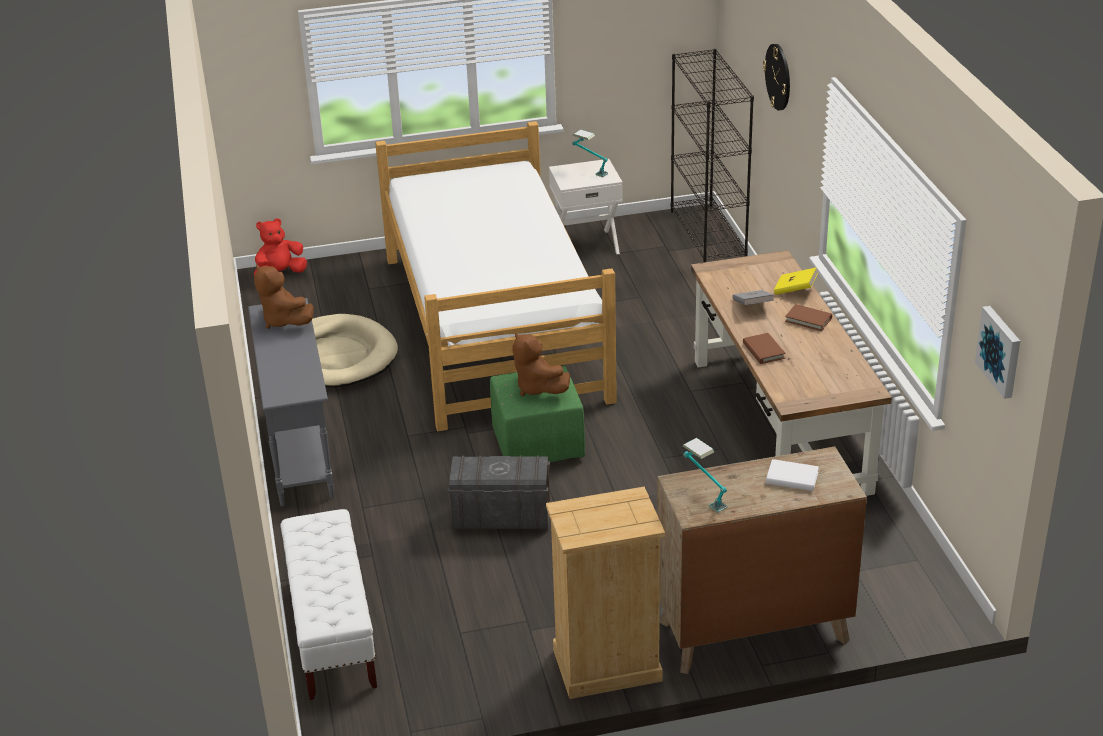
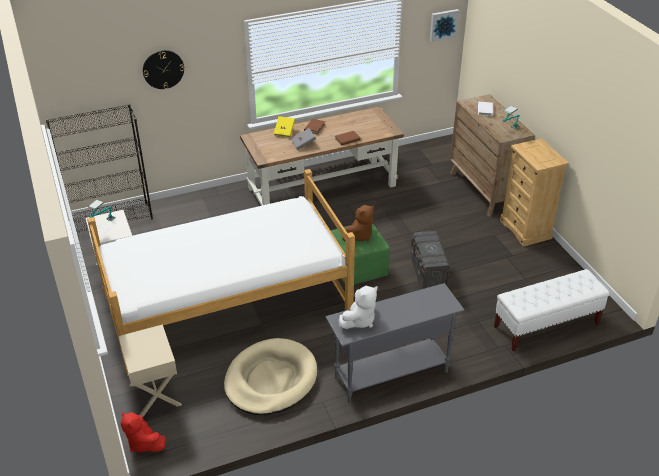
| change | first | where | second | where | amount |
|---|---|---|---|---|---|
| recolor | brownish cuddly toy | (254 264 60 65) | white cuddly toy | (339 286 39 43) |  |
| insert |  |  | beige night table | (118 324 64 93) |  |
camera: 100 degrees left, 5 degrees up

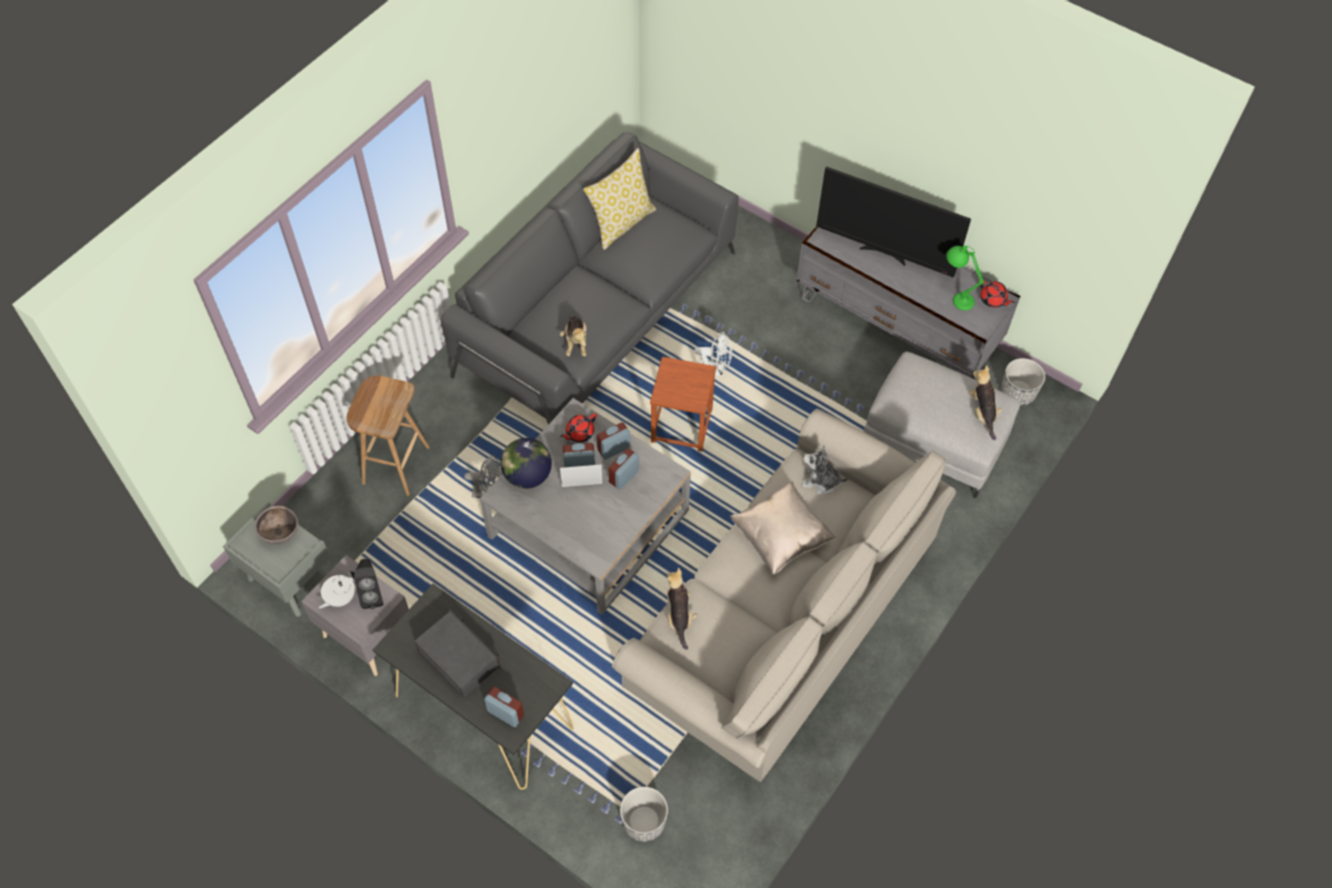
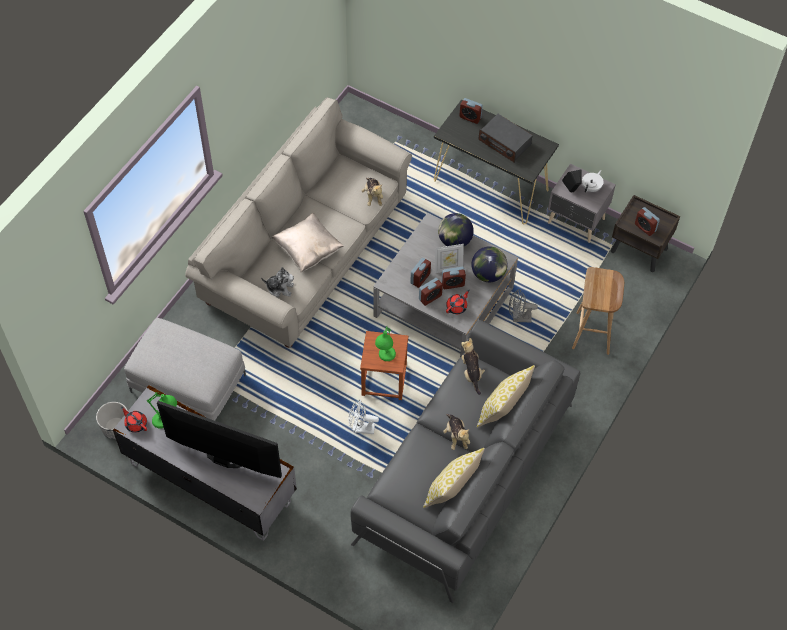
| change | first | where | second | where | amount |
|---|---|---|---|---|---|
| move | cuddly toy | (970 365 32 75) |  | (443 414 27 36) |  |
| recolor | grey night table | (223 502 107 115) | brownish night table | (611 195 69 77) |  |
| replace | brownish serving bowl | (254 506 44 39) | alarm clock | (635 207 25 29) |  |
| delete | plant pot | (620 787 48 55) |  |  |  |
| insert |  |  | globe | (438 213 36 33) |  |
| insert |  |  | green-coloured table lamp | (375 326 21 35) |  |
| insert |  |  | throw pillow | (477 365 58 63) |  |
camera: 175 degrees right, 0 degrees up

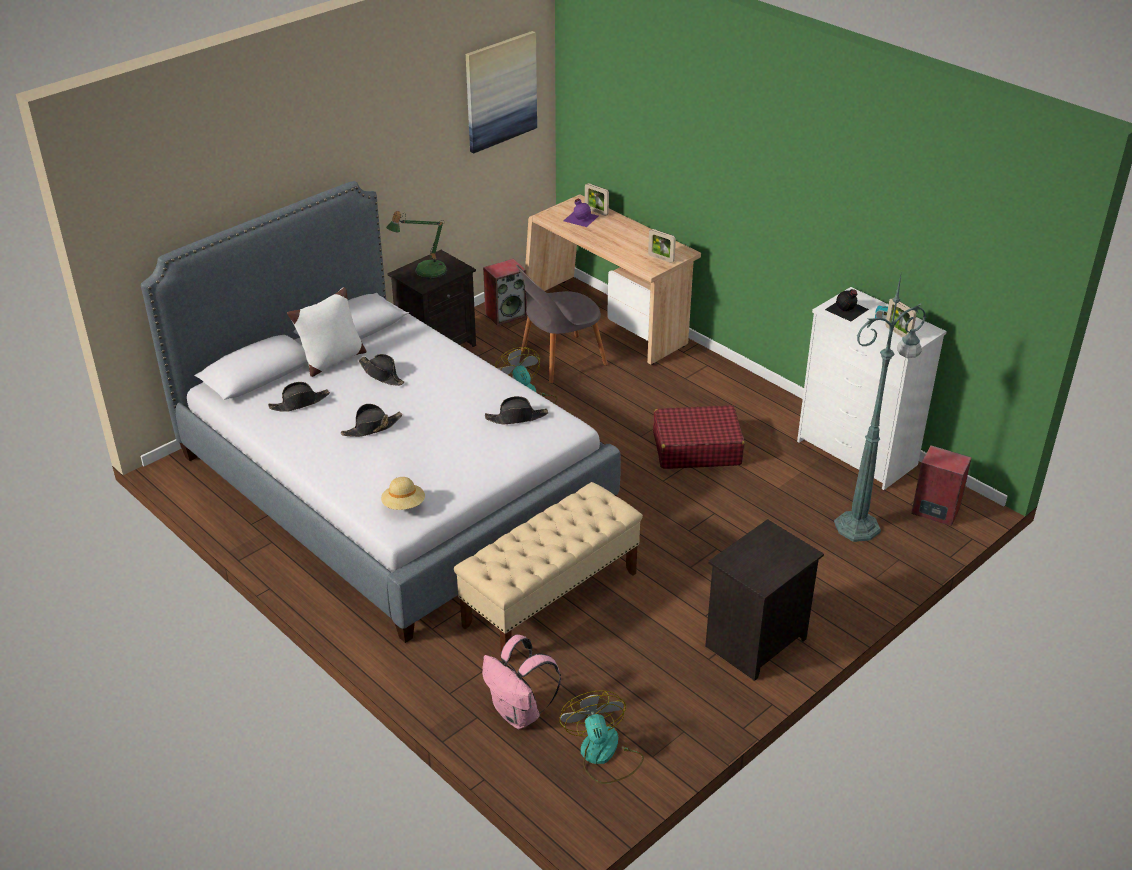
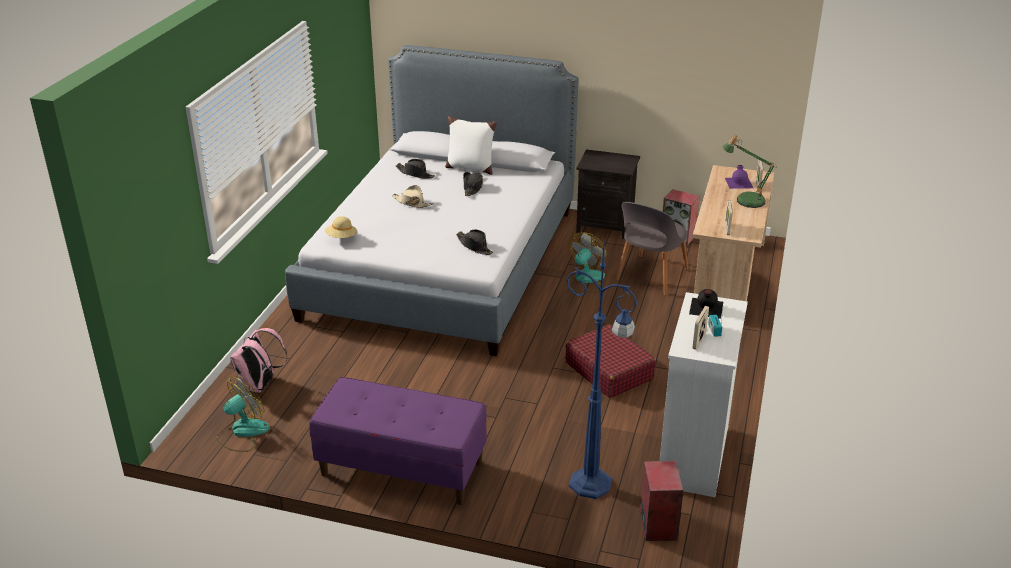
| change | first | where | second | where | amount |
|---|---|---|---|---|---|
| delete | wall picture | (466 31 71 122) |  |  |  |
| move | table lamp | (386 211 61 68) |  | (722 135 55 73) |  |
| rotate | grey plain chair | (516 265 92 118) |  | (615 202 73 94) | 90 degrees counterclockwise |
| recolor | green-coloured floor lamp | (834 270 93 272) | blue floor lamp | (567 236 71 263) |  |
| recolor | black-coloured wearable hat | (341 404 61 33) | beige wearable hat | (392 185 41 23) |  |
| delete | beige indoor bench | (454 482 189 179) |  |  |  |
| replace | black-coloured night table | (705 519 119 162) | purple indoor bench | (309 377 177 128) |  |
camera: 60 degrees right, 5 degrees down

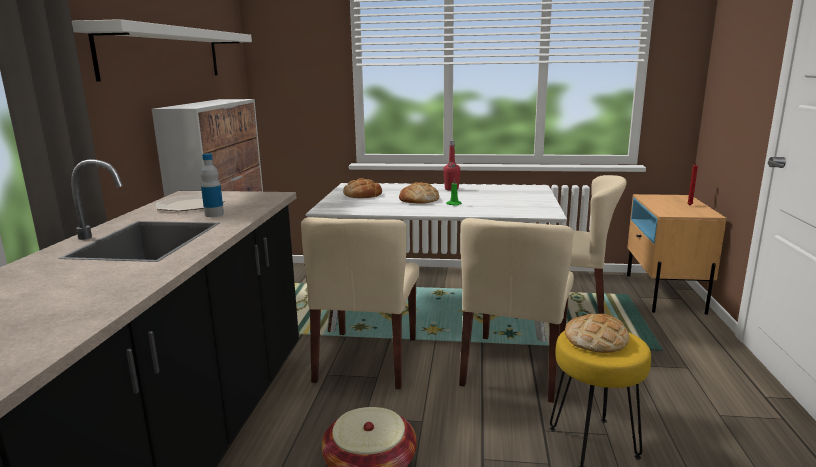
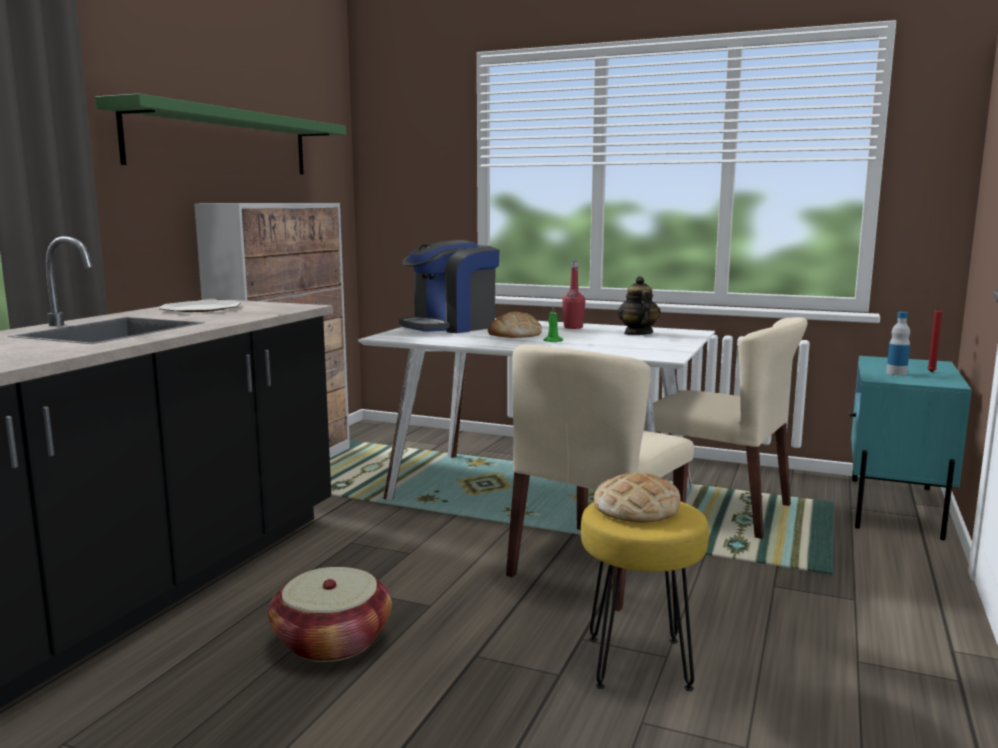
| change | first | where | second | where | amount |
|---|---|---|---|---|---|
| recolor | white wall shelf | (72 19 180 62) | green-coloured wall shelf | (95 93 251 82) |  |
| move | drink bottle | (201 153 23 64) |  | (886 312 24 64) |  |
| replace | baked bread | (343 178 39 20) | coffee maker | (399 240 101 93) |  |
| recolor | beige night table | (627 194 100 121) | turquoise night table | (849 356 123 184) |  |
| delete | beige plain chair | (301 217 118 172) |  |  |  |
| insert |  |  | teapot | (617 276 44 59) |  |
camera: 15 degrees right, 5 degrees down

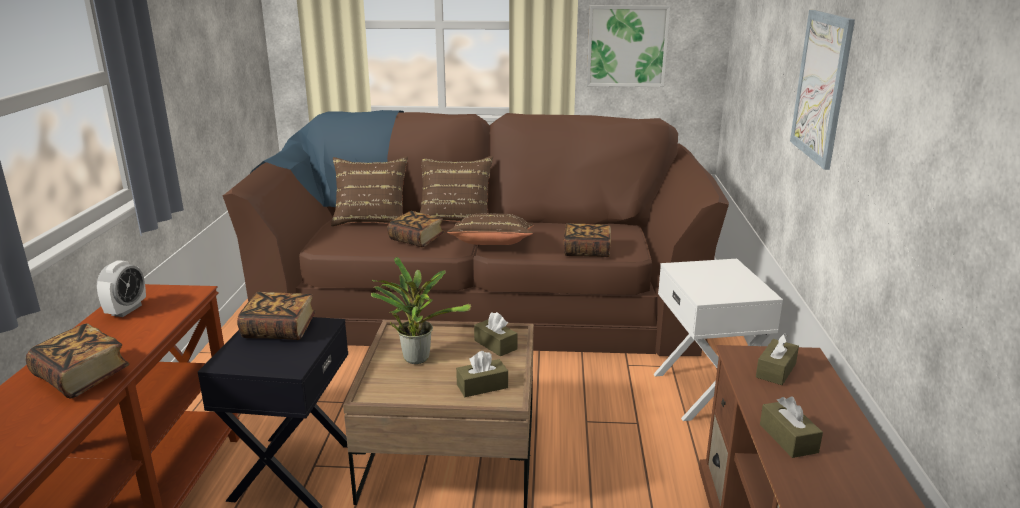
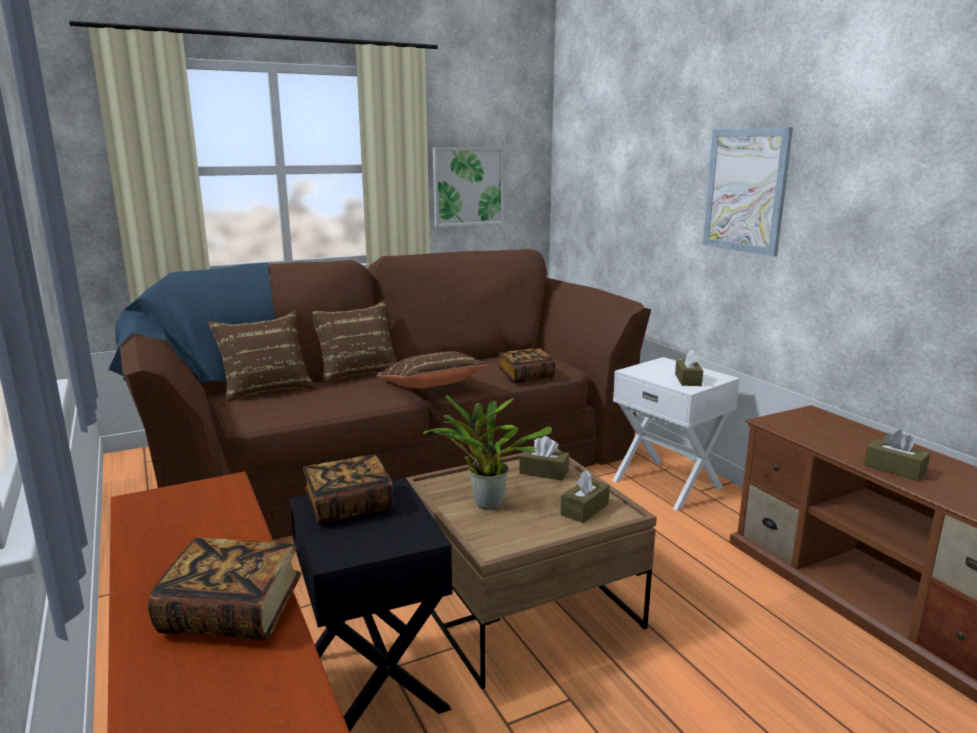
| change | first | where | second | where | amount |
|---|---|---|---|---|---|
| delete | book | (387 211 58 36) |  |  |  |
| delete | alarm clock | (97 261 49 56) |  |  |  |
| move | brownish box of tissues | (756 333 43 52) |  | (675 350 28 36) |  |
camera: 30 degrees left, 5 degrees down

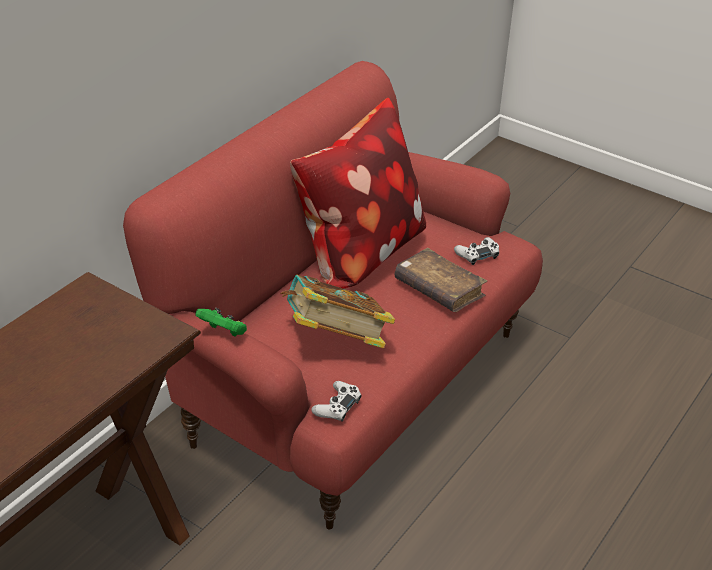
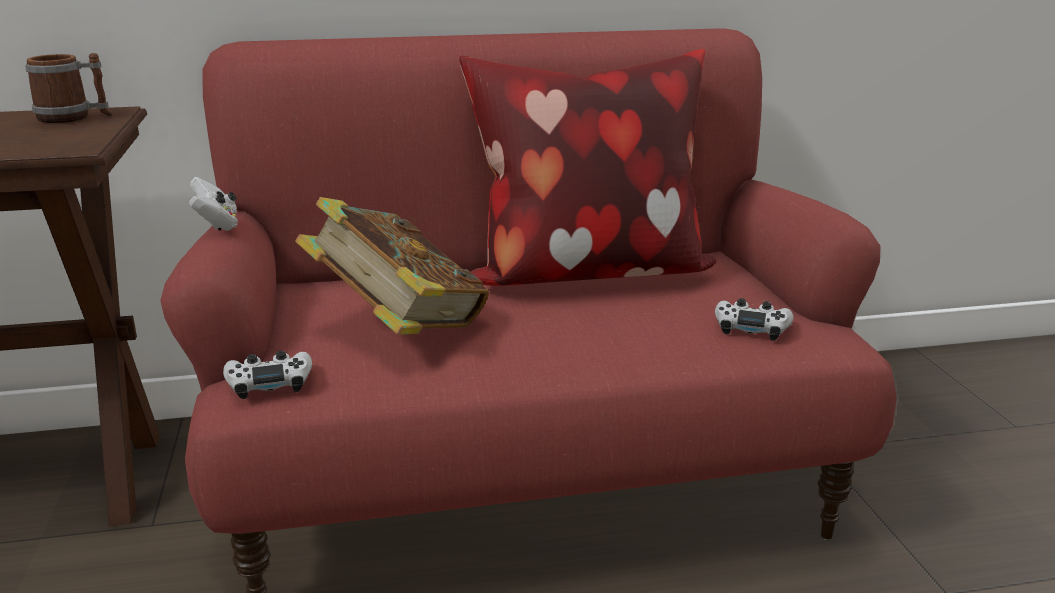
| change | first | where | second | where | amount |
|---|---|---|---|---|---|
| delete | brownish book | (394 248 93 64) |  |  |  |
| recolor | green-coloured gamepad | (195 308 52 29) | white gamepad | (188 177 50 54) |  |
| insert |  |  | mug | (25 53 87 70) |  |
camera: 45 degrees right, 15 degrees down

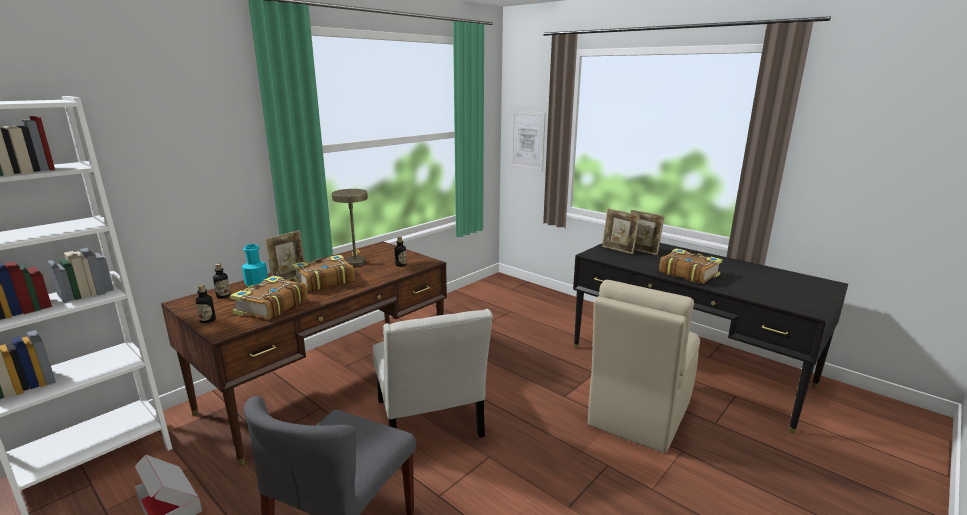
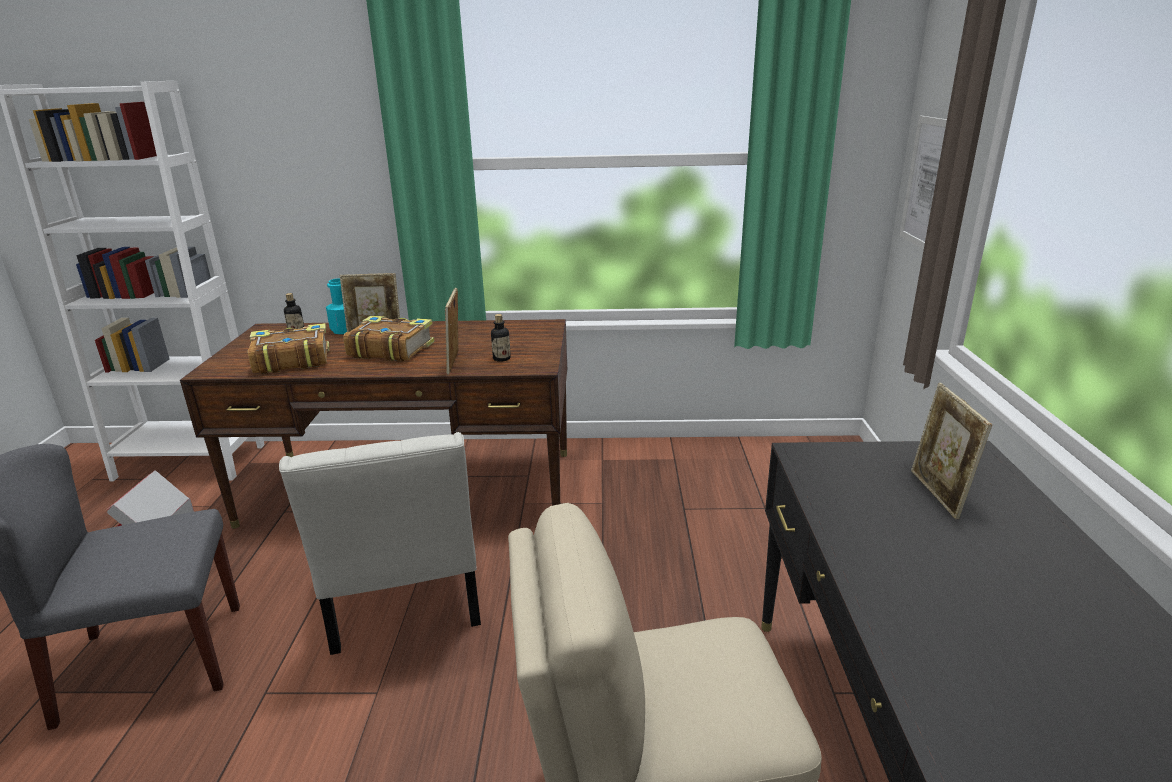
| change | first | where | second | where | amount |
|---|---|---|---|---|---|
| delete | beige table lamp | (332 189 36 78) |  |  |  |
| move | standing frame | (602 208 38 46) |  | (445 288 14 87) |  |
| delete | book | (659 248 64 36) |  |  |  |
| delete | drink bottle | (196 285 20 38) |  |  |  |
| rotate | white plain chair | (373 309 120 129) |  | (279 432 202 223) | 45 degrees counterclockwise |
camera: 50 degrees right, 5 degrees up

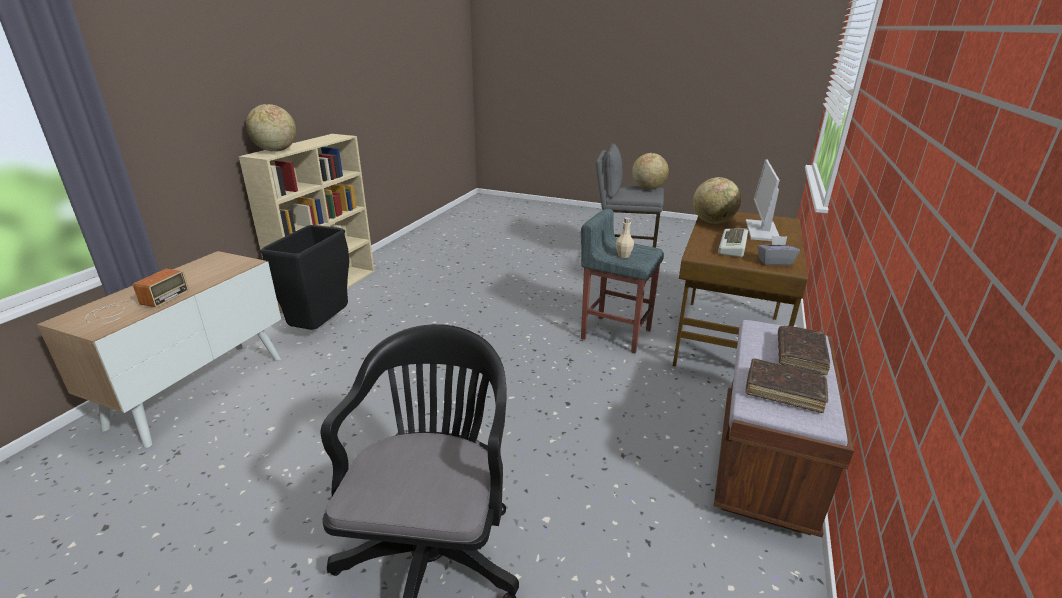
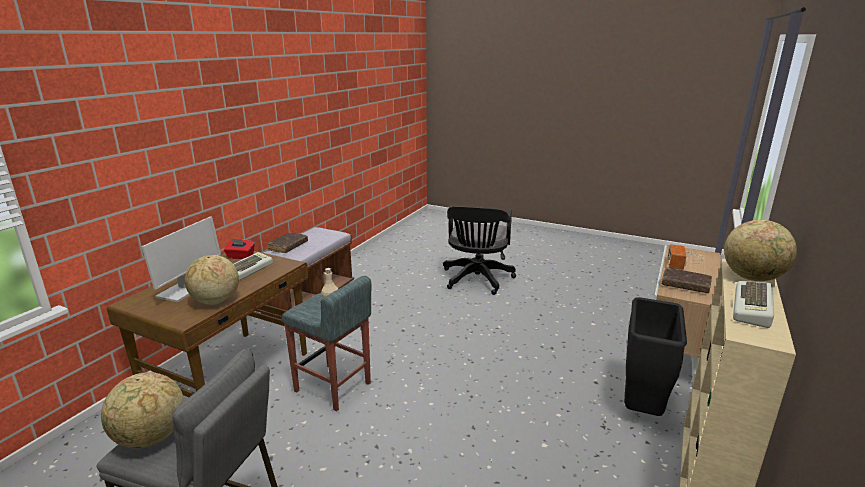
| change | first | where | second | where | amount |
|---|---|---|---|---|---|
| recolor | grey box of tissues | (757 236 43 30) | red-coloured box of tissues | (224 239 31 20) |  |
| move | brownish book | (746 358 82 55) |  | (662 267 50 26) |  |
| insert |  |  | keyboard | (733 281 41 47) |  |
camera: 175 degrees left, 5 degrees down

